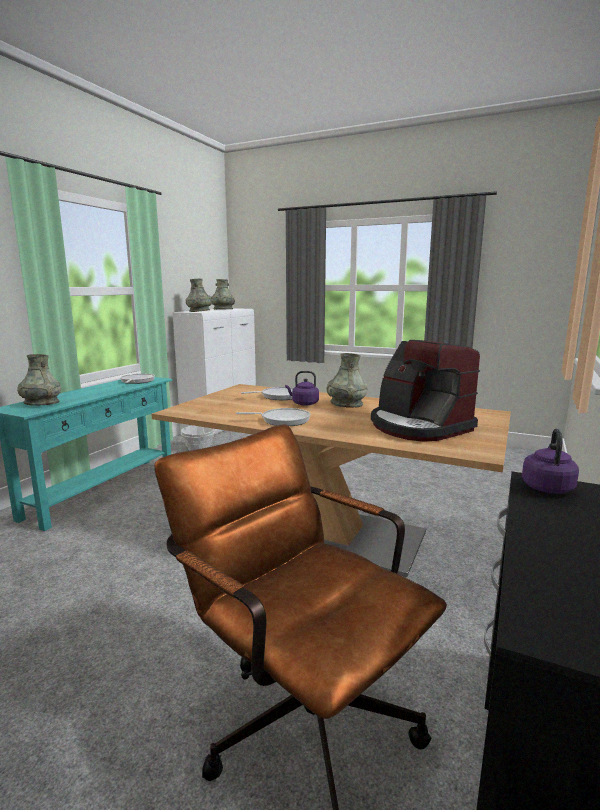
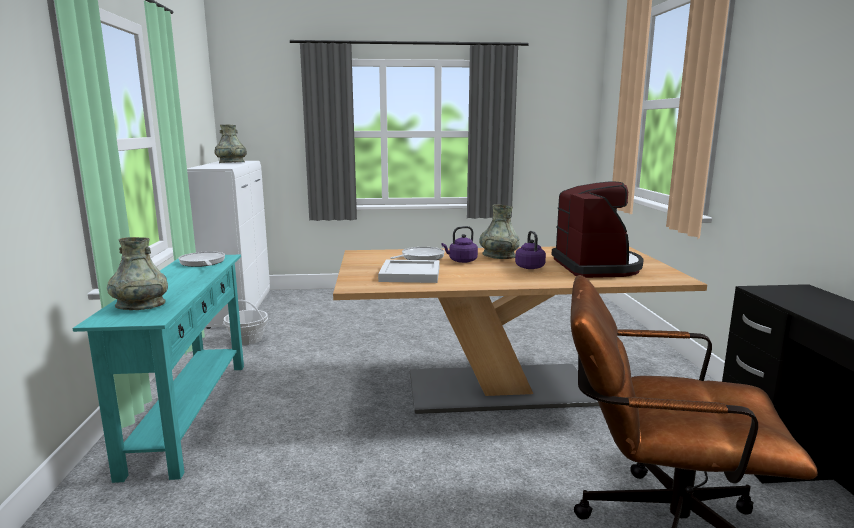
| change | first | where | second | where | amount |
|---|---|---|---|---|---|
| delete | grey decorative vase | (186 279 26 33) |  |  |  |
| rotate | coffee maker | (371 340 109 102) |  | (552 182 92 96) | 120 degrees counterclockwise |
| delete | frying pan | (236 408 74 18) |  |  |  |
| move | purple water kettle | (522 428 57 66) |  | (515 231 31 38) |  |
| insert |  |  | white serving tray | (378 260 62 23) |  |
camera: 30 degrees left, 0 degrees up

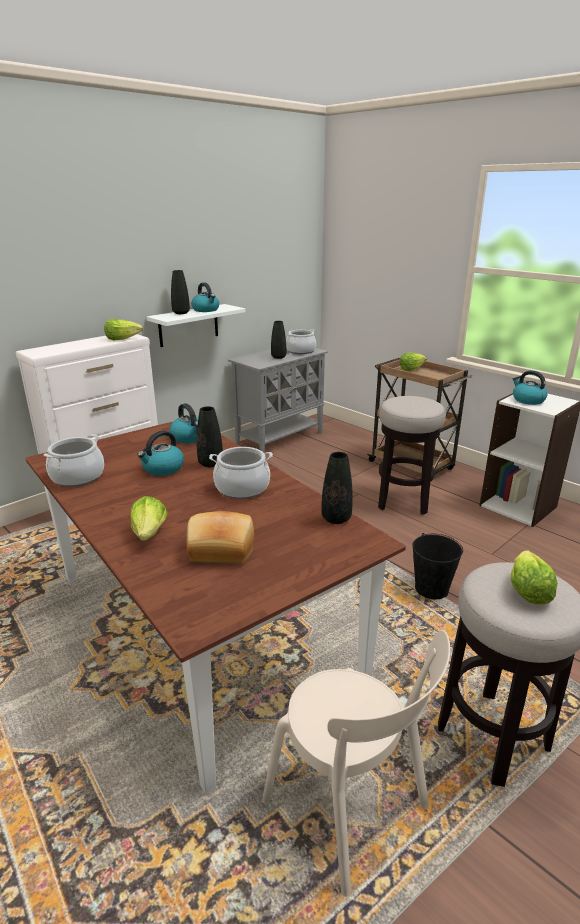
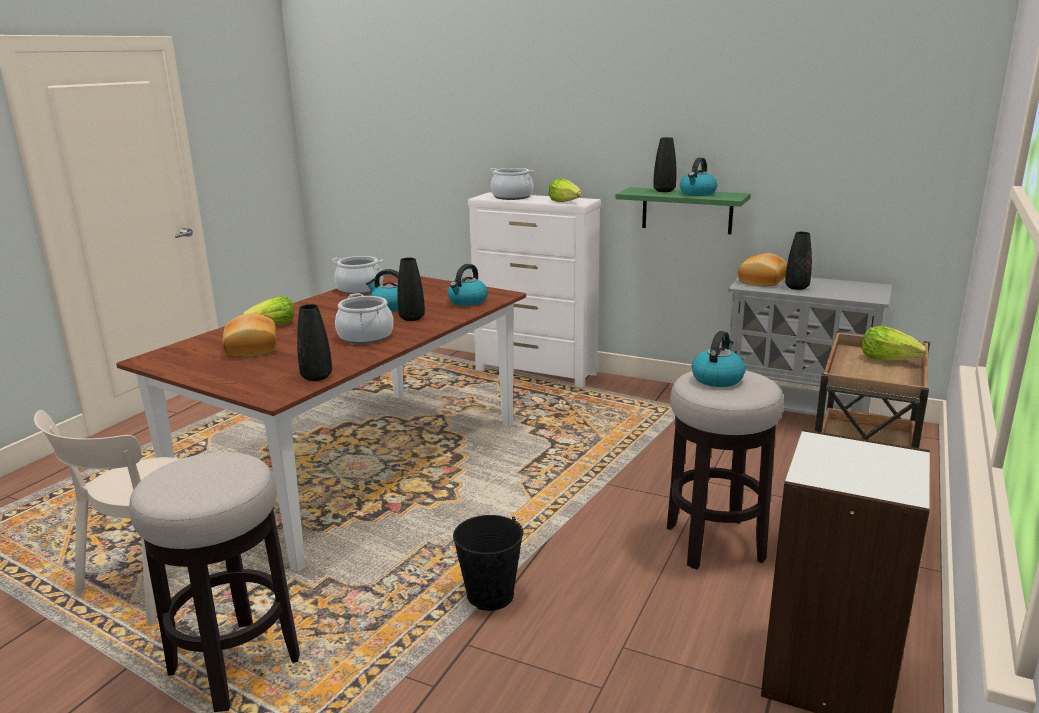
| change | first | where | second | where | amount |
|---|---|---|---|---|---|
| recolor | white wall shelf | (147 304 99 43) | green-coloured wall shelf | (616 187 135 47) |  |
| move | saucepot | (286 329 30 25) |  | (490 168 44 32) |  |
| move | water kettle | (513 370 34 35) |  | (692 331 54 56) |  |
| delete | lettuce | (511 550 47 54) |  |  |  |
| insert |  |  | baked bread | (738 253 49 33) |  |
camera: 70 degrees right, 5 degrees down

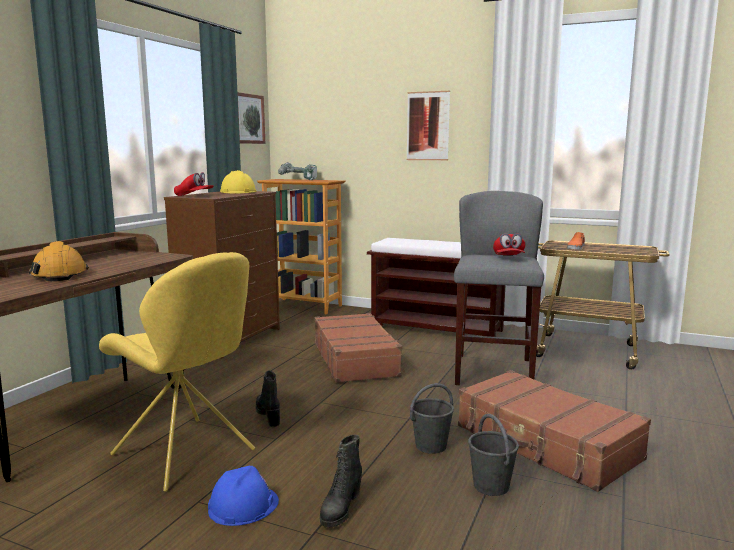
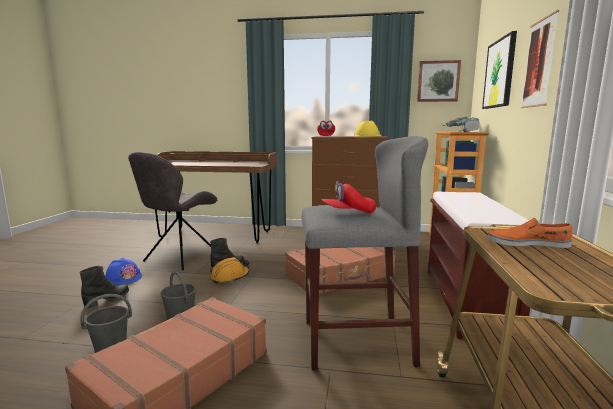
| change | first | where | second | where | amount |
|---|---|---|---|---|---|
| move | orange-coloured work helmet | (29 241 60 40) |  | (210 257 40 26) |  |
| recolor | yellowish plain chair | (99 252 156 240) | grey plain chair | (128 152 90 118) |  |
| rotate | black-coloured tall boot | (320 435 42 92) |  | (79 266 50 43) | 120 degrees clockwise |
| insert |  |  | wall picture | (482 31 35 78) |  |
camera: 75 degrees right, 0 degrees up

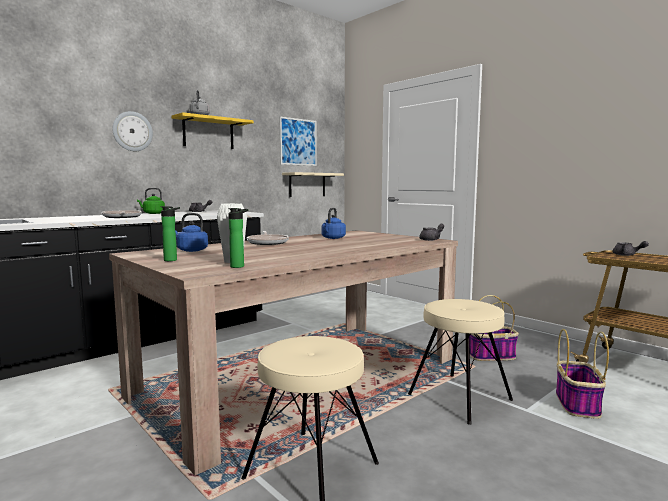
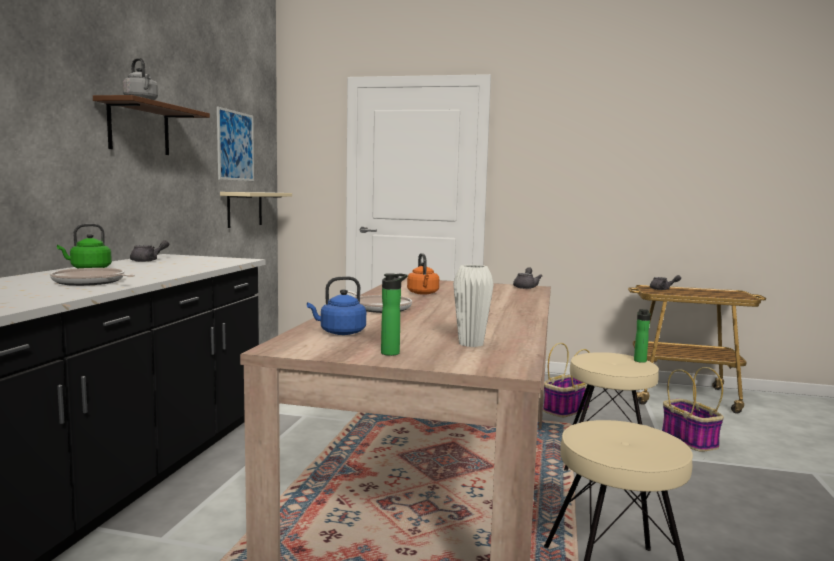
| change | first | where | second | where | amount |
|---|---|---|---|---|---|
| delete | hanging clock | (112 111 41 40) |  |  |  |
| recolor | yellowish wall shelf | (172 112 82 37) | brownish wall shelf | (93 95 117 60) |  |
| move | drink bottle | (228 208 20 60) |  | (634 309 16 54) |  |
| recolor | blue water kettle | (321 208 25 31) | orange-coloured water kettle | (407 253 32 42) |  |
camera: 35 degrees left, 0 degrees up

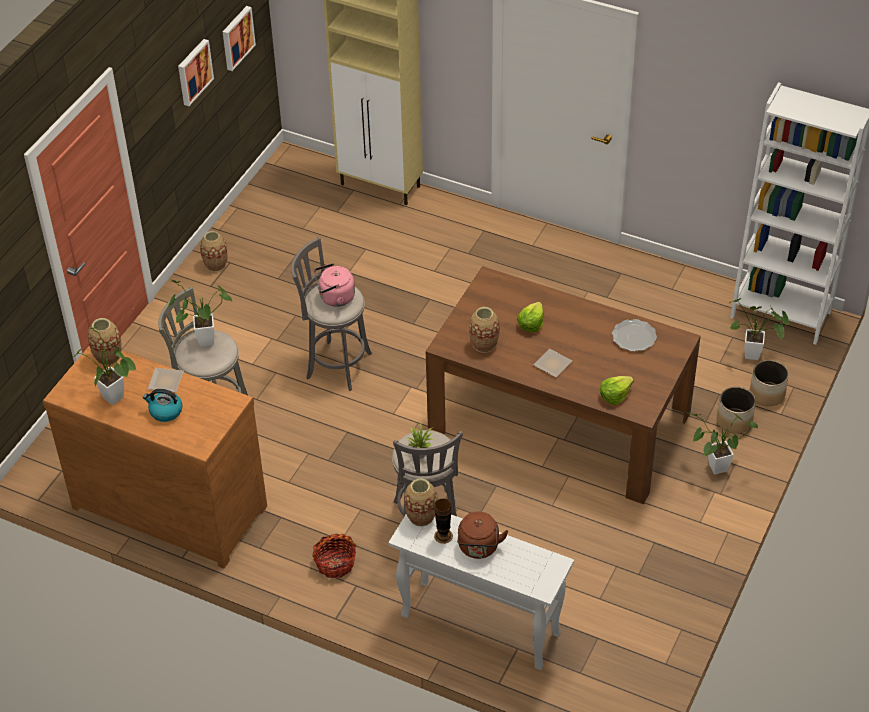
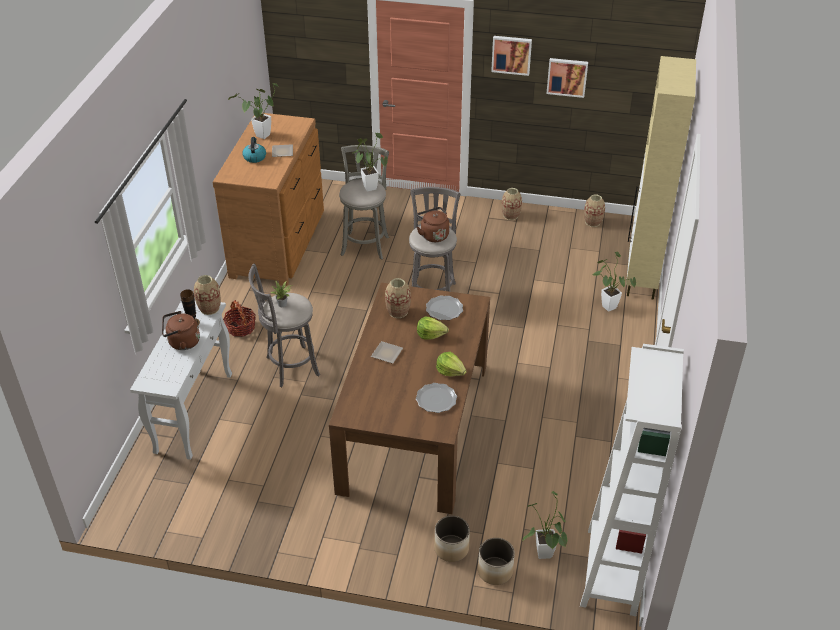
| change | first | where | second | where | amount |
|---|---|---|---|---|---|
| move | wall picture | (223 6 33 65) |  | (491 36 41 40) |  |
| recolor | pink water kettle | (314 263 41 44) | brownish water kettle | (417 207 32 35) |  |
| move | decorative vase | (88 318 34 48) |  | (584 194 21 33) |  |
| move | lettuce | (600 376 34 29) |  | (436 352 30 24) |  |
| move | potted plant | (687 412 71 62) |  | (592 252 44 60) |  |
| insert |  |  | flat dish | (426 296 37 24) |  |
camera: 75 degrees right, 5 degrees down

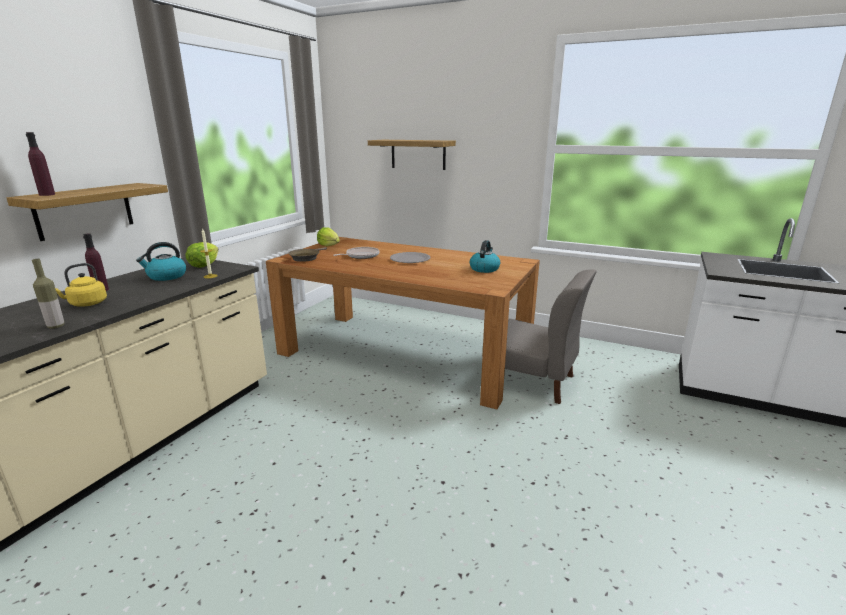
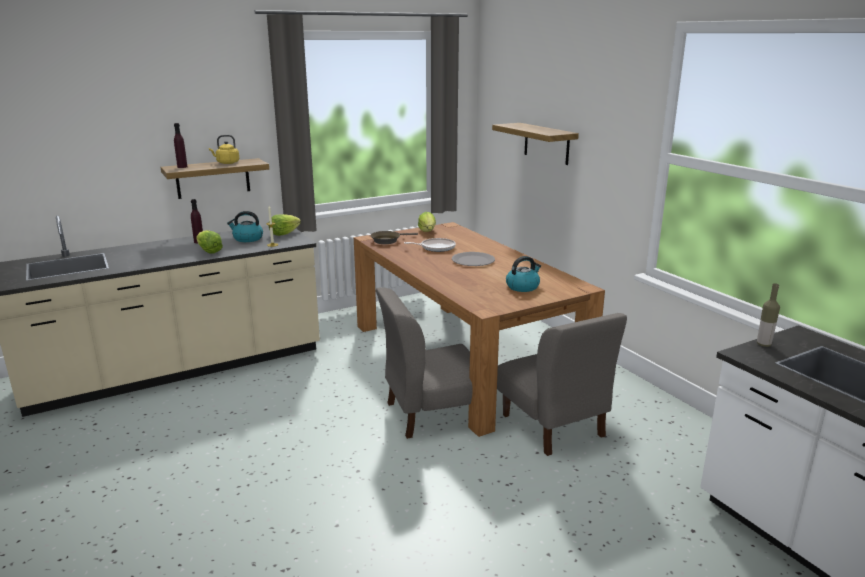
| change | first | where | second | where | amount |
|---|---|---|---|---|---|
| move | drink bottle | (32 259 32 69) |  | (757 283 23 64) |  |
| move | yellowish water kettle | (55 263 52 43) |  | (209 135 30 29) |  |
| insert |  |  | lettuce | (197 230 26 24) |  |
| insert |  |  | grey plain chair | (376 287 97 152) |  |
camera: 35 degrees right, 0 degrees up

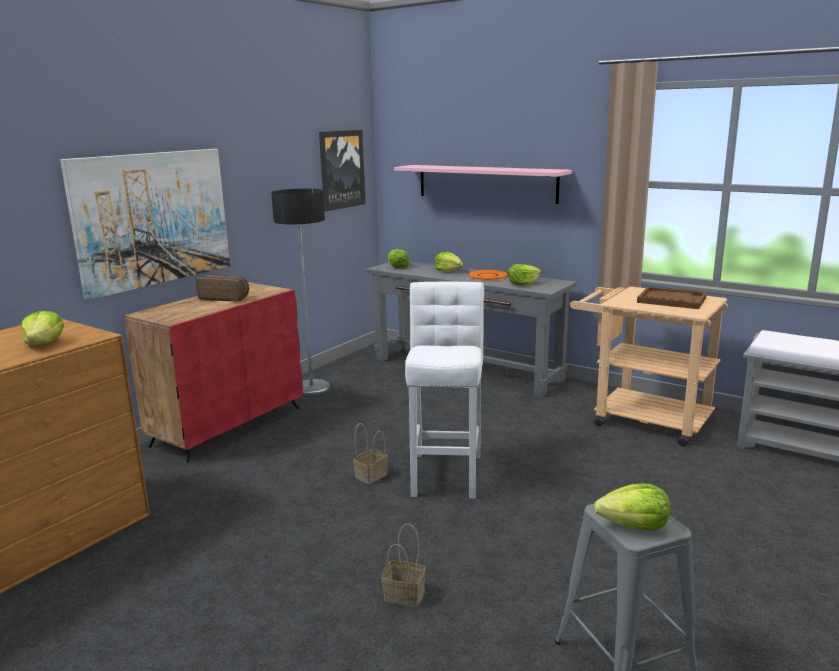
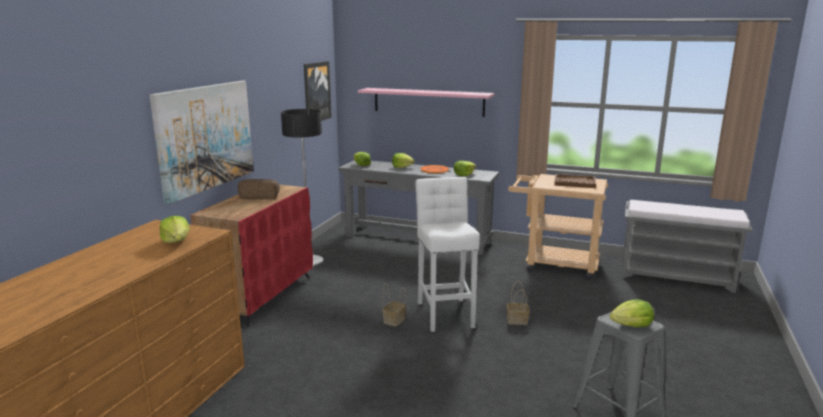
| change | first | where | second | where | amount |
|---|---|---|---|---|---|
| move | storage basket | (381 524 45 83) |  | (507 281 23 44) |  |
camera: 15 degrees left, 0 degrees up

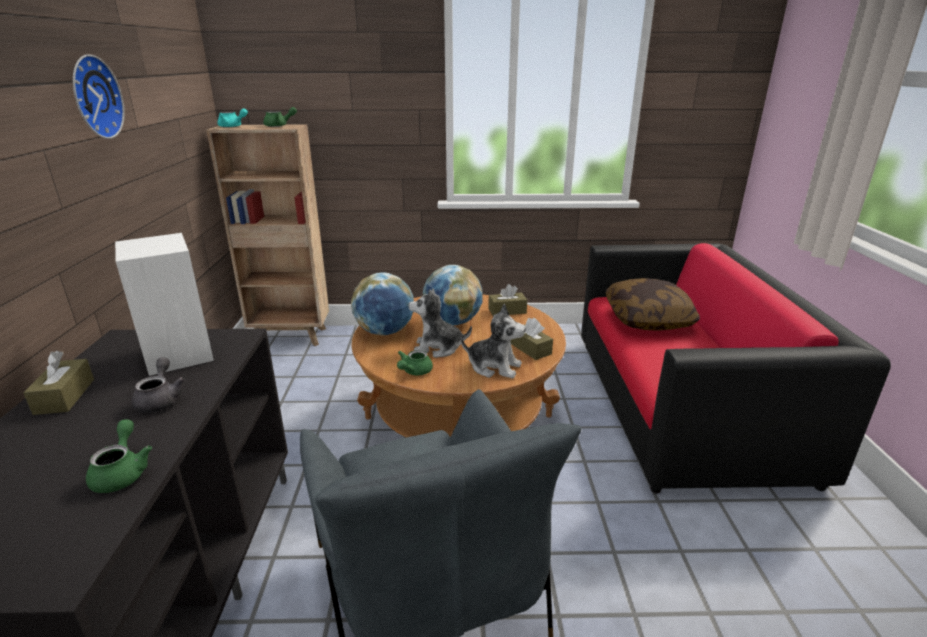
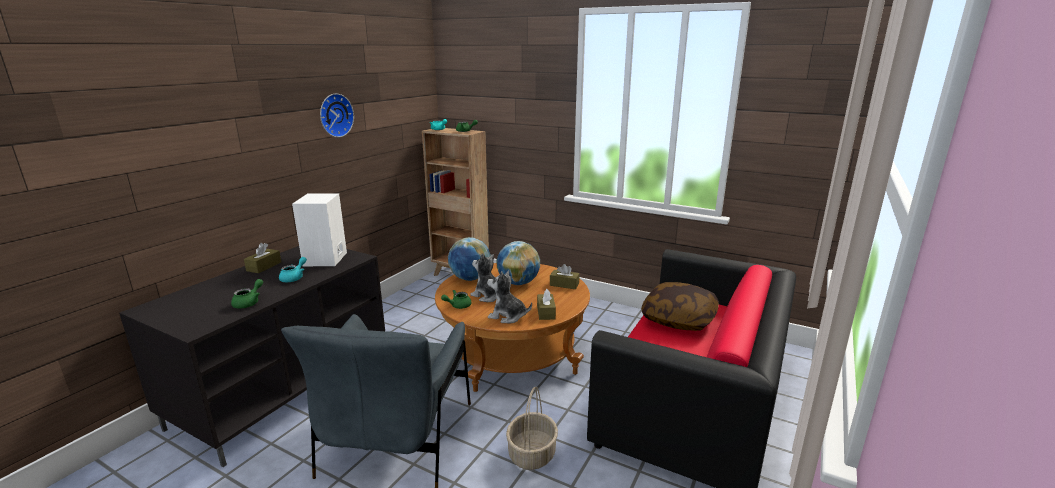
| change | first | where | second | where | amount |
|---|---|---|---|---|---|
| rotate | cuddly toy | (461 303 65 75) |  | (487 270 45 53) | 150 degrees clockwise |
| recolor | grey teapot | (132 357 53 56) | turquoise teapot | (279 257 28 25) |  |
| insert |  |  | storage basket | (506 387 52 83) |  |
camera: 30 degrees right, 5 degrees down

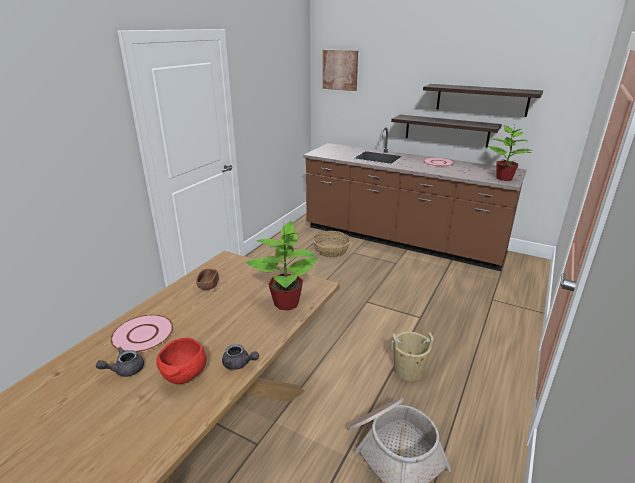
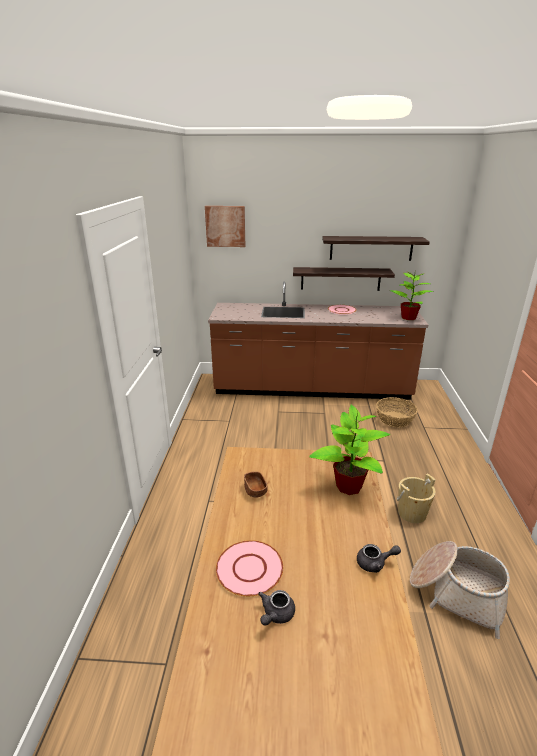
| change | first | where | second | where | amount |
|---|---|---|---|---|---|
| move | storage basket | (313 231 38 27) |  | (376 397 42 31) |  |
| delete | red-coloured serving bowl | (156 337 50 47) |  |  |  |
camera: 25 degrees left, 0 degrees up

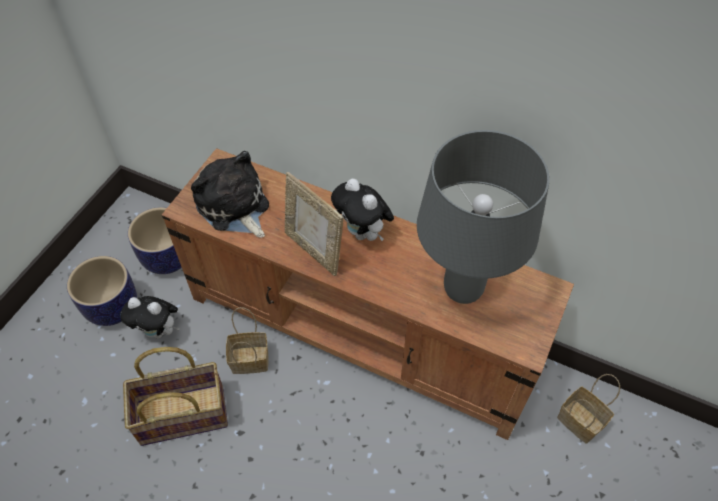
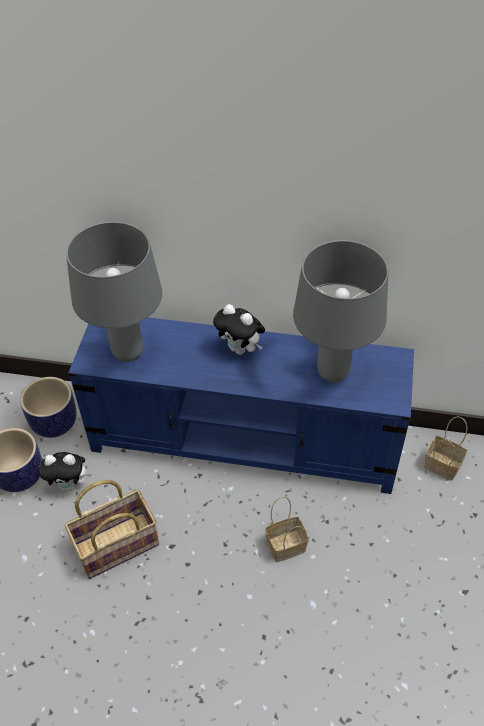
| change | first | where | second | where | amount |
|---|---|---|---|---|---|
| recolor | brownish tv unit | (162 148 412 292) | blue tv unit | (68 317 346 177) |  |
| replace | cuddly toy | (191 151 78 87) | grey table lamp | (66 221 96 141) |  |
| delete | standing frame | (285 172 59 104) |  |  |  |
| move | storage basket | (226 307 43 67) |  | (265 497 44 65) |  |
camera: 15 degrees left, 5 degrees down

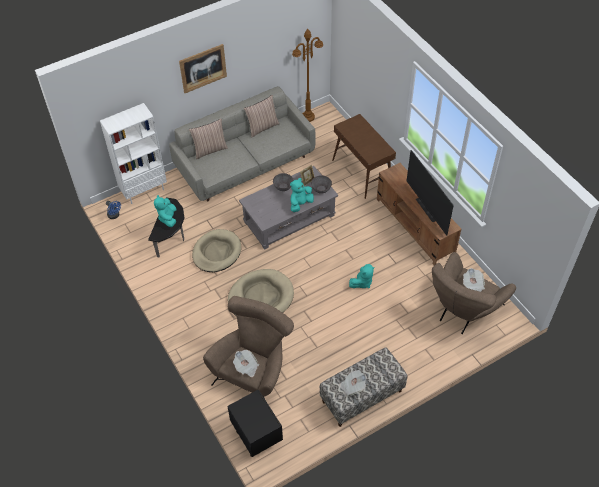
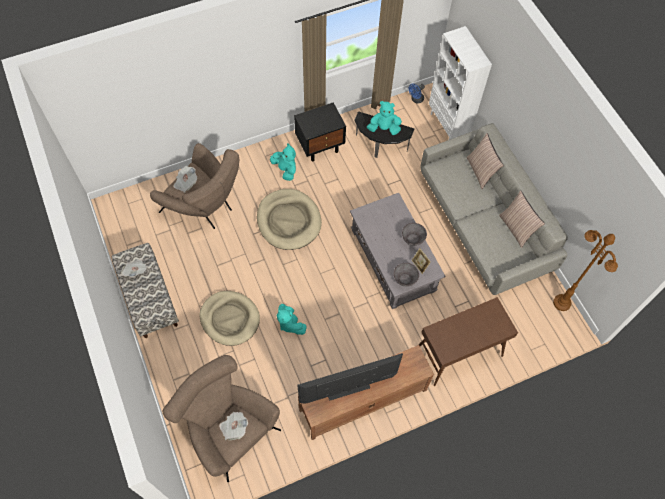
| change | first | where | second | where | amount |
|---|---|---|---|---|---|
| delete | wall picture | (179 44 48 49) |  |  |  |
| move | turquoise cuddly toy | (290 178 24 34) |  | (270 144 26 37) |  |
| move | beige dog cushion | (192 229 49 43) |  | (199 291 61 55) |  |
| move | black-coloured night table | (227 389 56 68) |  | (294 103 52 58) |  |
camera: 95 degrees right, 10 degrees up

